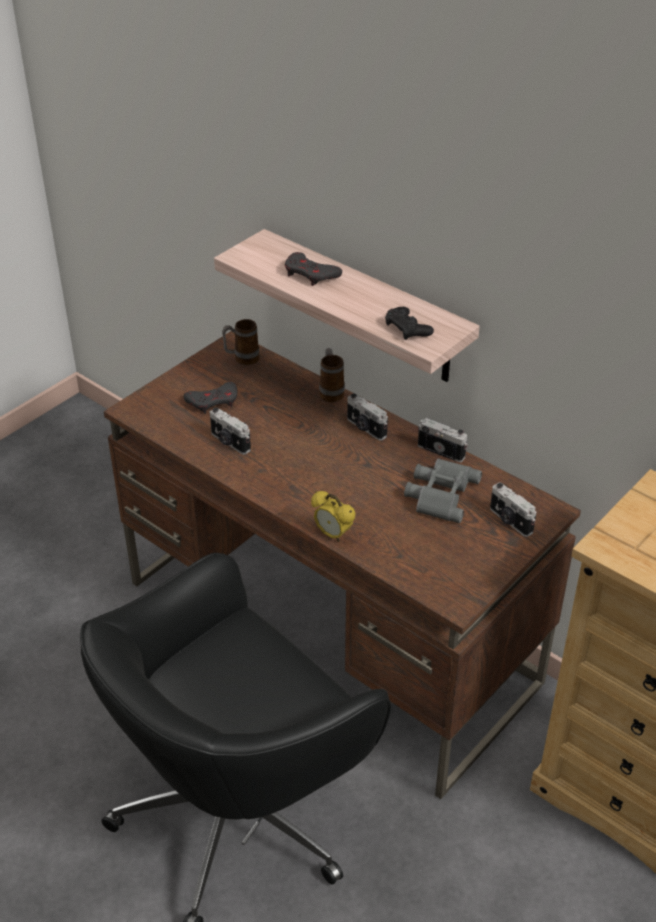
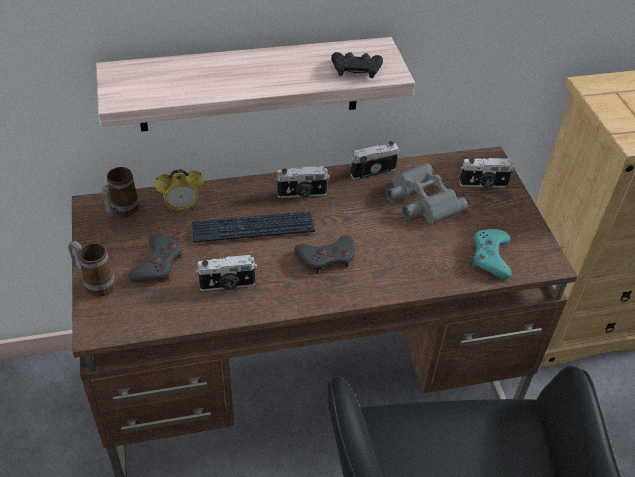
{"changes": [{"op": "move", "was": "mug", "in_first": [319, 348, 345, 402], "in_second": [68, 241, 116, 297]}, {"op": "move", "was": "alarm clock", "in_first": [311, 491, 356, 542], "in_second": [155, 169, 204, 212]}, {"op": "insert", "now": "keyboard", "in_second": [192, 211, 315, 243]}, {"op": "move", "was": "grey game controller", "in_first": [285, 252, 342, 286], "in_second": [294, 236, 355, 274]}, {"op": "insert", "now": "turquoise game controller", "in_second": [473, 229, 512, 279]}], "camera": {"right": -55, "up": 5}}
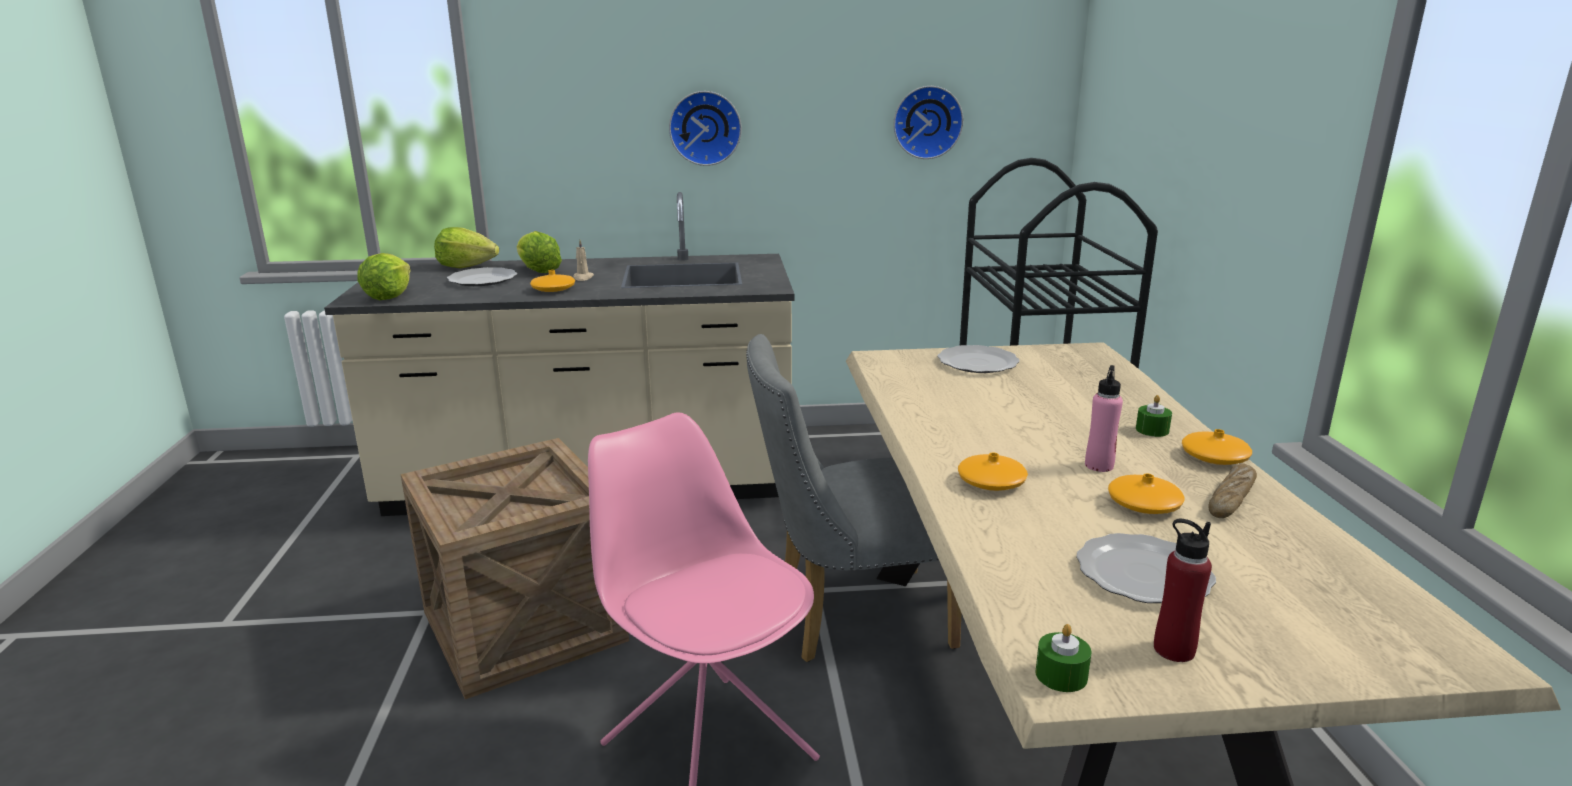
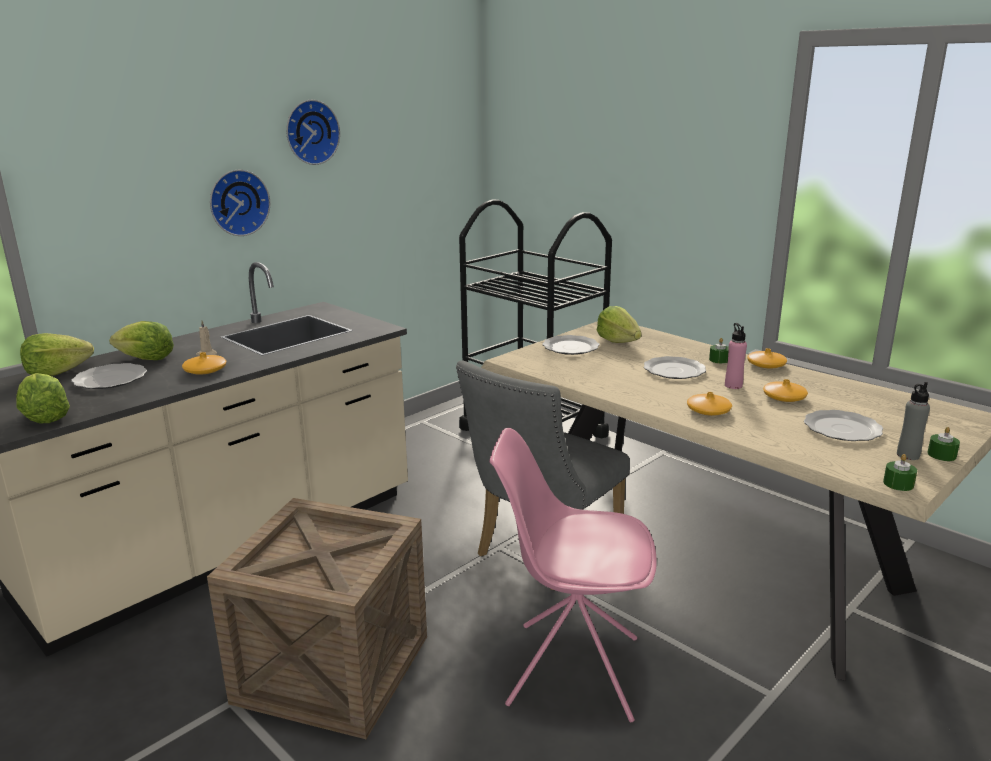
{"changes": [{"op": "move", "was": "wall clock", "in_first": [894, 86, 963, 159], "in_second": [286, 100, 340, 165]}, {"op": "insert", "now": "lettuce", "in_second": [597, 306, 642, 343]}, {"op": "insert", "now": "plate", "in_second": [644, 356, 706, 379]}, {"op": "recolor", "was": "red bottle", "now": "grey bottle", "in_first": [1154, 519, 1212, 662], "in_second": [897, 382, 930, 460]}, {"op": "insert", "now": "green candle", "in_second": [927, 427, 960, 461]}, {"op": "delete", "was": "bread", "in_first": [1208, 464, 1257, 518]}], "camera": {"right": -40, "up": 0}}
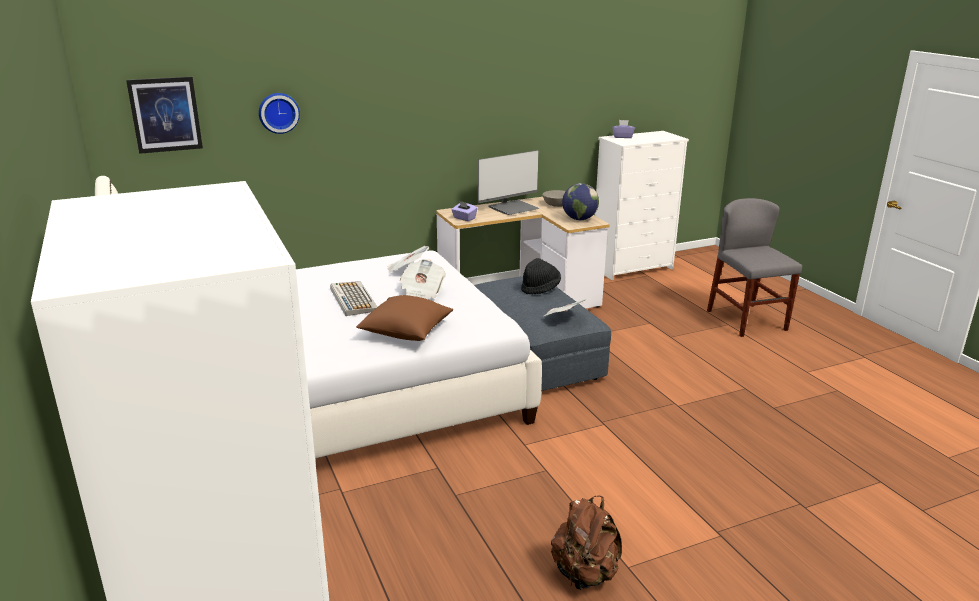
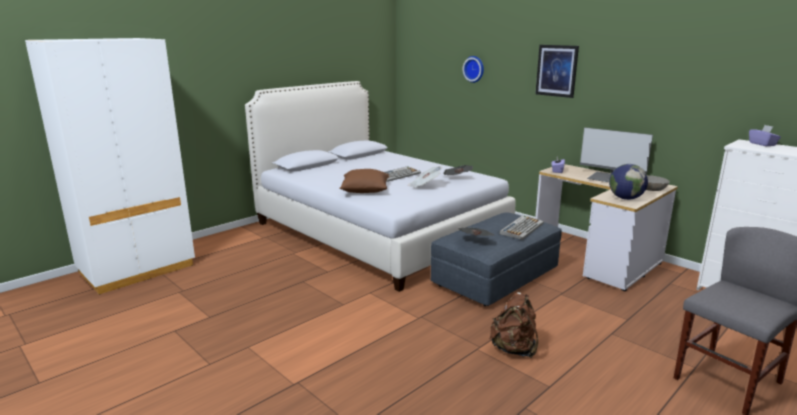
{"changes": [{"op": "move", "was": "brown backpack", "in_first": [551, 495, 622, 590], "in_second": [490, 292, 538, 358]}, {"op": "replace", "was": "black hat", "now": "keyboard", "in_first": [521, 258, 561, 294], "in_second": [499, 215, 544, 240]}, {"op": "move", "was": "picture", "in_first": [126, 77, 203, 154], "in_second": [535, 45, 579, 98]}], "camera": {"right": 70, "up": -5}}
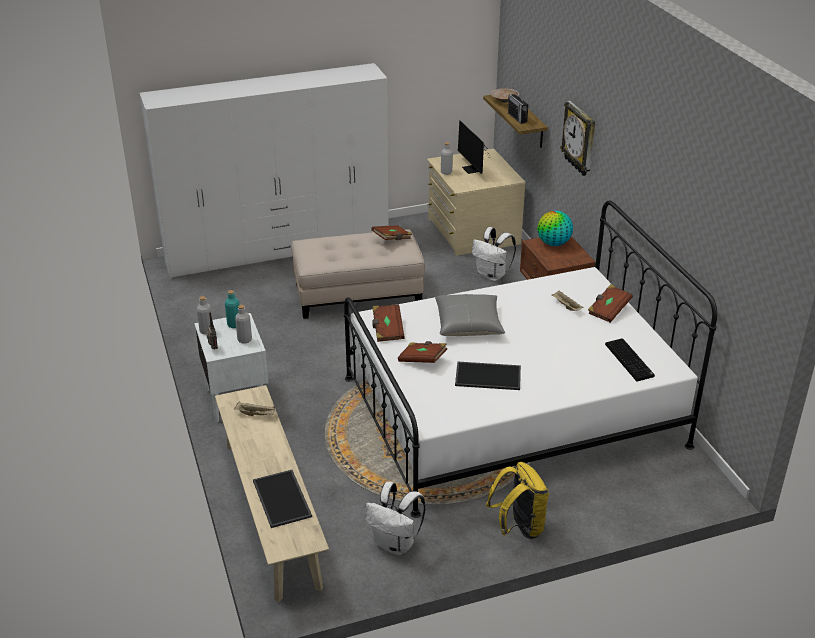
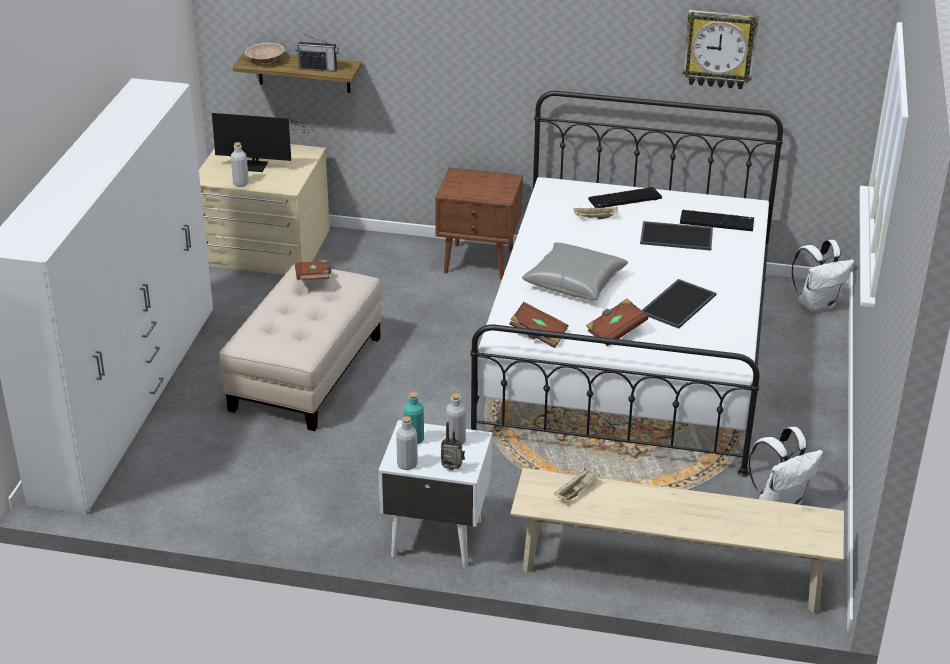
{"changes": [{"op": "replace", "was": "brown book", "now": "keyboard", "in_first": [588, 284, 633, 323], "in_second": [588, 187, 662, 208]}, {"op": "move", "was": "tray", "in_first": [253, 470, 312, 528], "in_second": [640, 221, 713, 251]}, {"op": "move", "was": "wall clock", "in_first": [561, 101, 595, 176], "in_second": [683, 10, 759, 89]}, {"op": "move", "was": "white backpack", "in_first": [472, 227, 516, 281], "in_second": [792, 240, 854, 312]}, {"op": "delete", "was": "yellow backpack", "in_first": [486, 462, 549, 539]}, {"op": "delete", "was": "globe", "in_first": [537, 210, 573, 246]}], "camera": {"right": -60, "up": 0}}
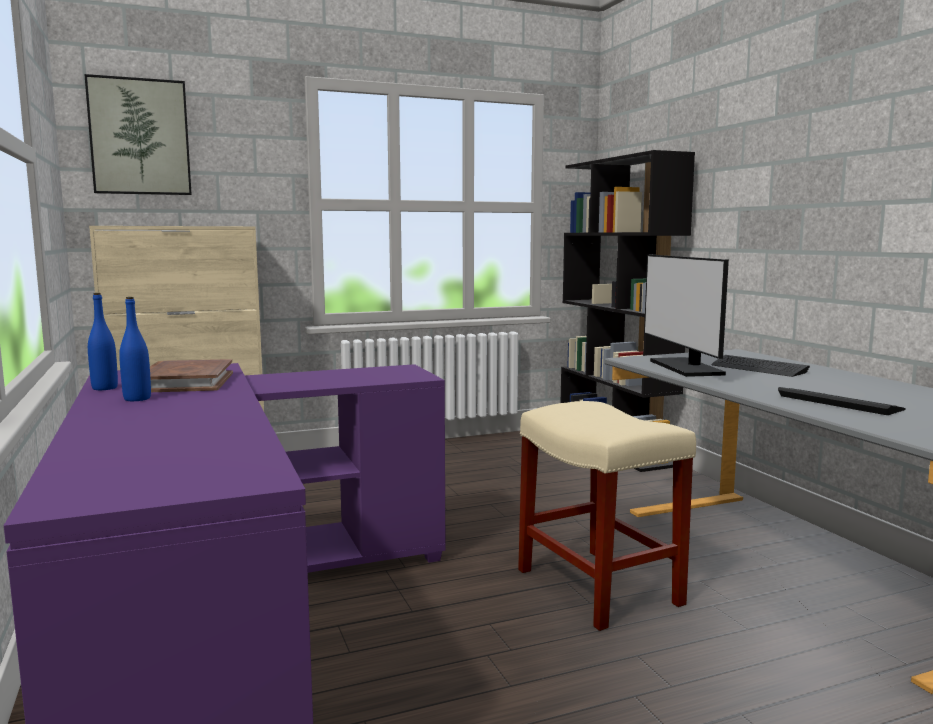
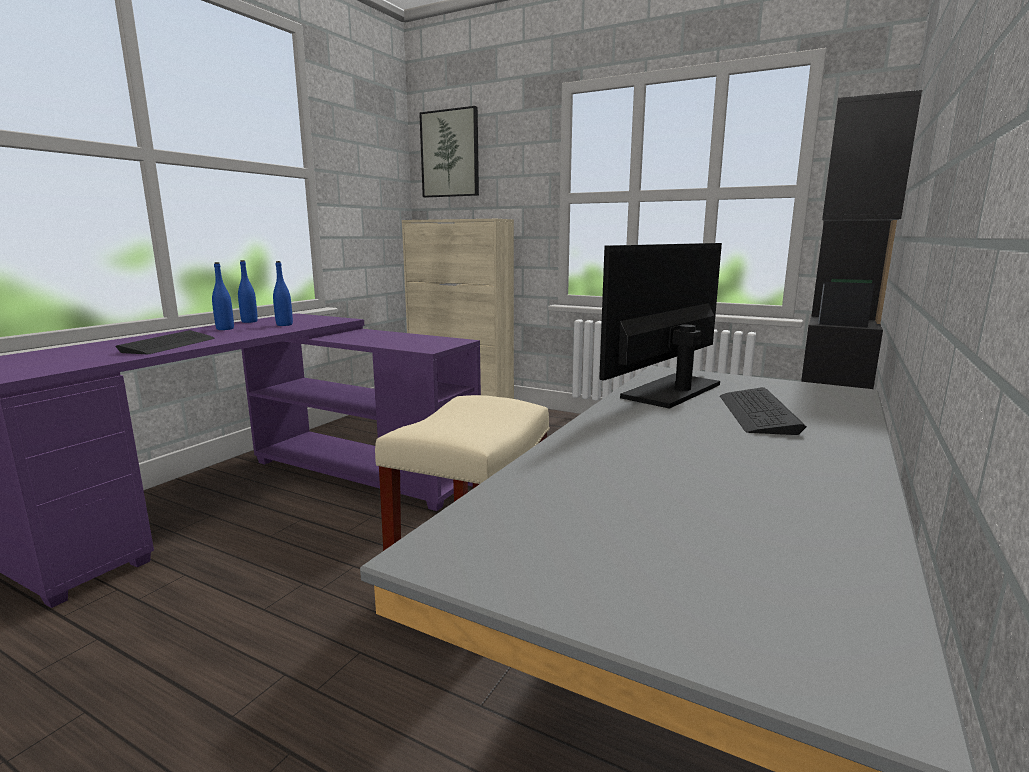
{"changes": [{"op": "move", "was": "keyboard", "in_first": [778, 387, 906, 415], "in_second": [115, 330, 215, 354]}, {"op": "replace", "was": "brown book", "now": "blue bottle", "in_first": [150, 359, 233, 392], "in_second": [273, 261, 293, 326]}], "camera": {"right": 50, "up": 5}}
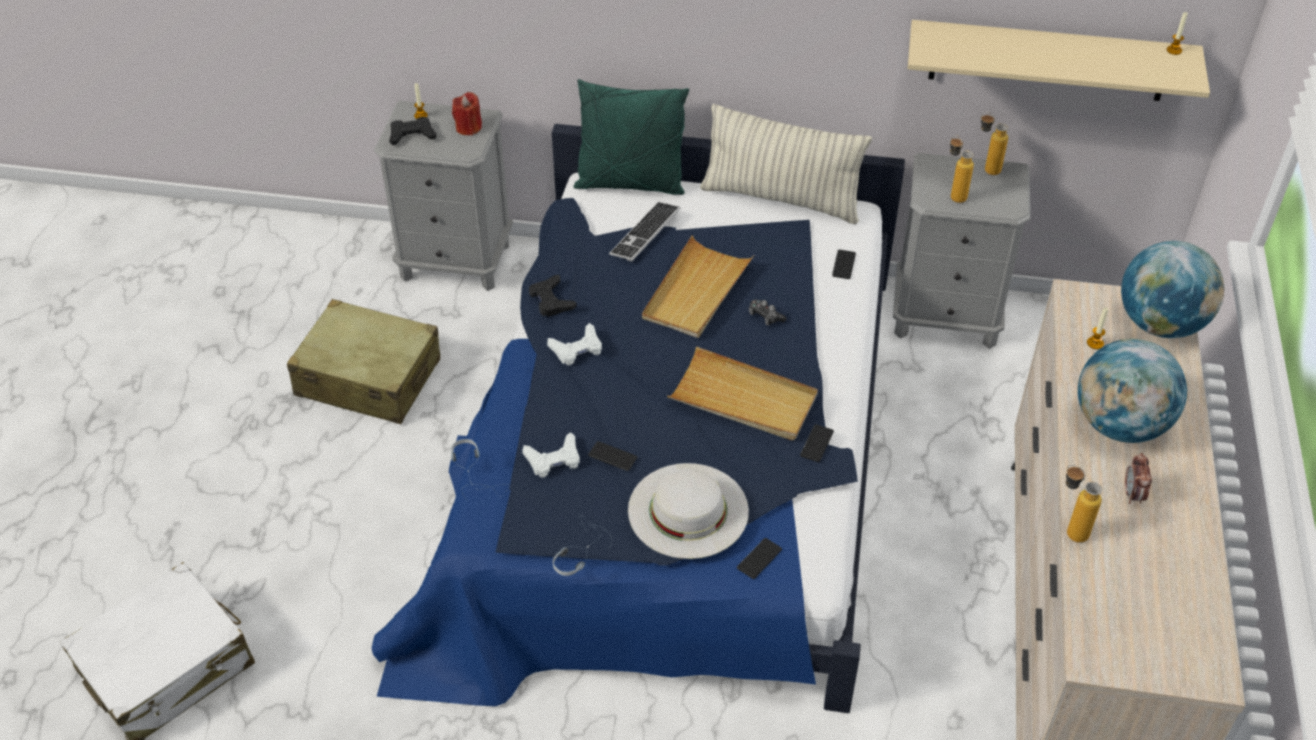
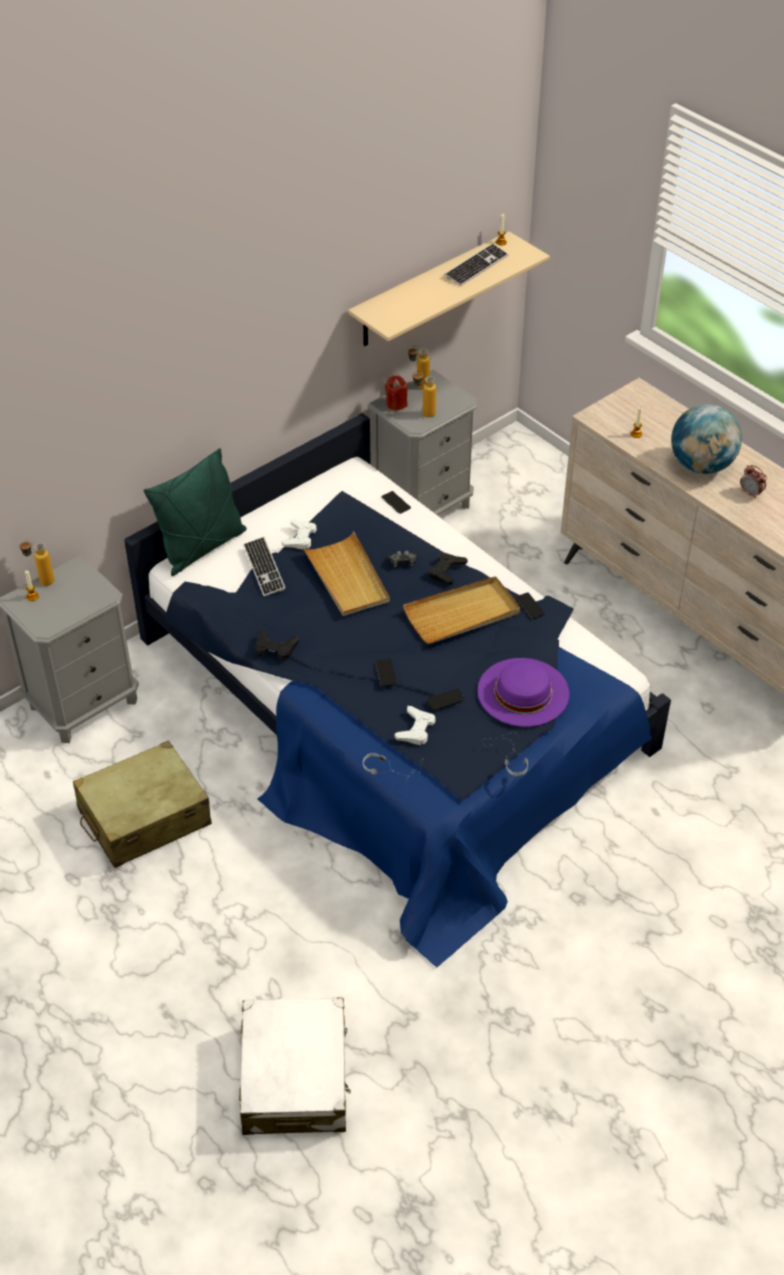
{"changes": [{"op": "move", "was": "bottle", "in_first": [1066, 465, 1103, 543], "in_second": [19, 540, 54, 586]}, {"op": "move", "was": "white game controller", "in_first": [547, 323, 602, 366], "in_second": [282, 518, 317, 549]}, {"op": "move", "was": "phone", "in_first": [737, 538, 782, 579], "in_second": [375, 658, 397, 687]}, {"op": "move", "was": "red candle", "in_first": [452, 92, 482, 136], "in_second": [385, 375, 407, 410]}, {"op": "move", "was": "black game controller", "in_first": [389, 117, 437, 145], "in_second": [429, 552, 468, 585]}, {"op": "insert", "now": "keyboard", "in_second": [444, 243, 509, 286]}, {"op": "recolor", "was": "white hat", "now": "purple hat", "in_first": [628, 463, 749, 559], "in_second": [477, 658, 569, 727]}, {"op": "delete", "was": "pillow", "in_first": [700, 104, 872, 224]}, {"op": "delete", "was": "globe", "in_first": [1121, 241, 1224, 338]}], "camera": {"right": -50, "up": 0}}
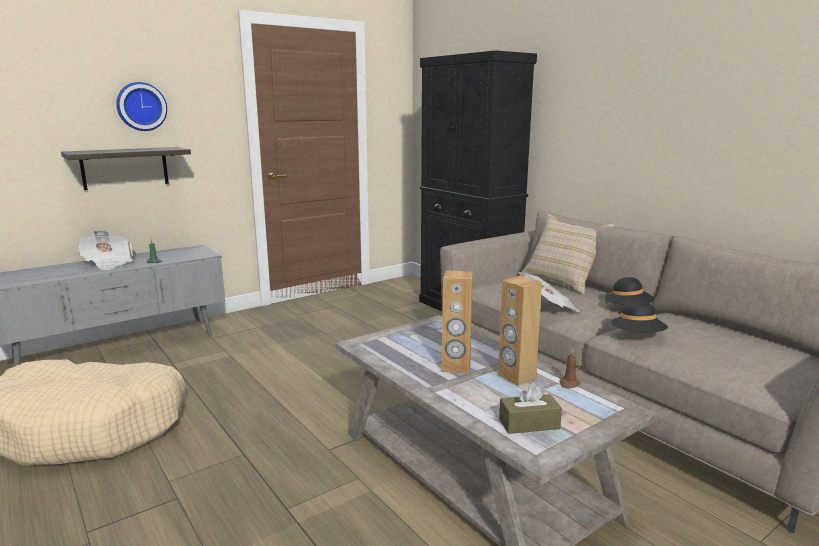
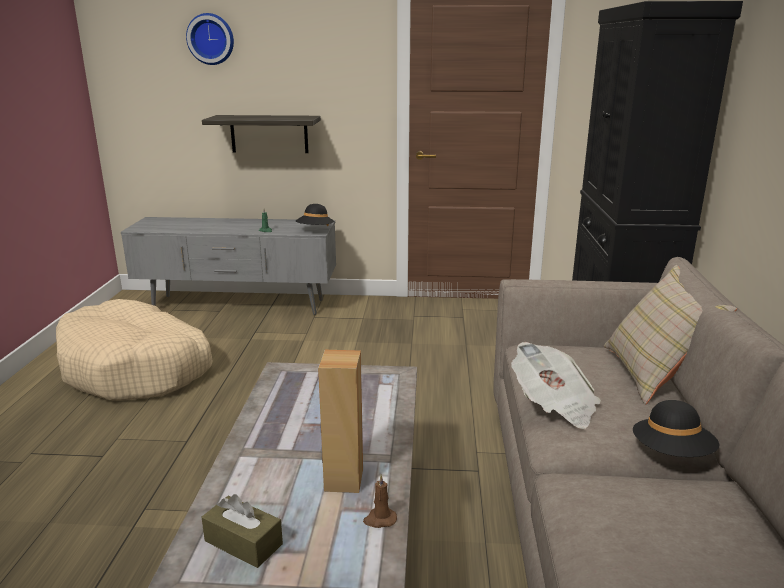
{"changes": [{"op": "move", "was": "wall clock", "in_first": [116, 82, 167, 131], "in_second": [186, 13, 234, 65]}, {"op": "move", "was": "black hat", "in_first": [611, 301, 668, 332], "in_second": [296, 204, 334, 226]}, {"op": "delete", "was": "newspaper", "in_first": [78, 230, 133, 270]}, {"op": "delete", "was": "brown speaker", "in_first": [441, 270, 473, 374]}], "camera": {"right": 40, "up": 5}}
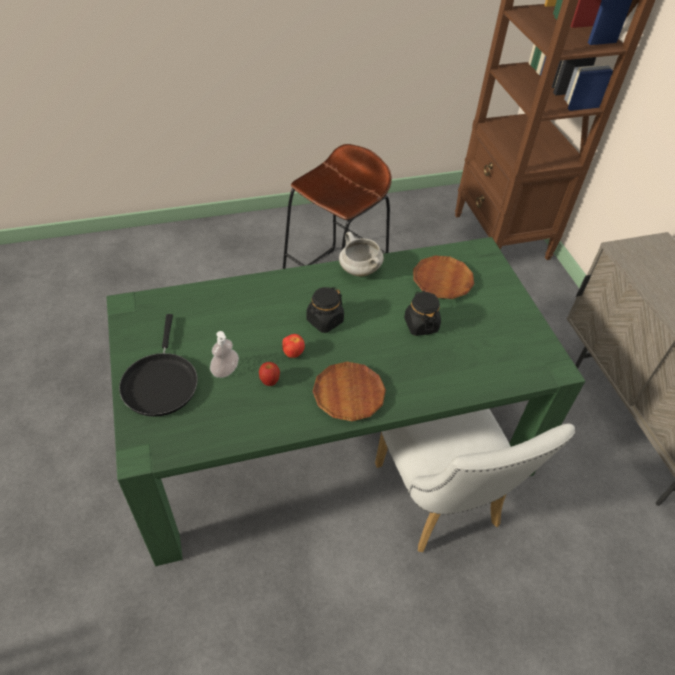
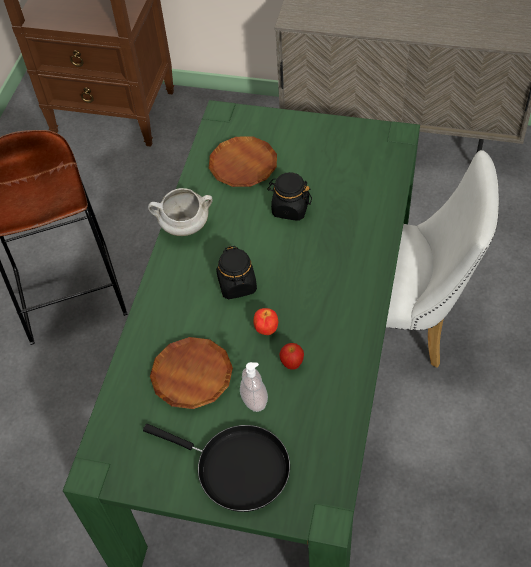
{"changes": [{"op": "move", "was": "brown plate", "in_first": [313, 362, 386, 421], "in_second": [150, 337, 233, 409]}], "camera": {"right": -55, "up": 5}}
